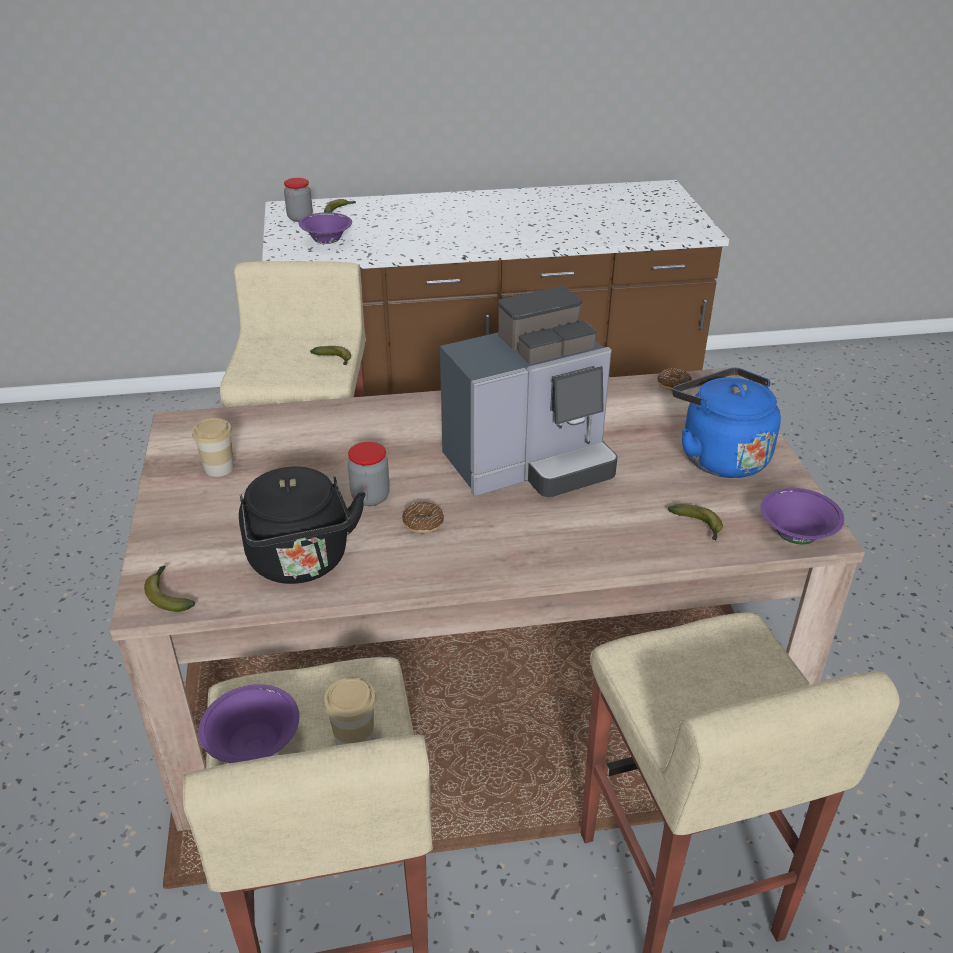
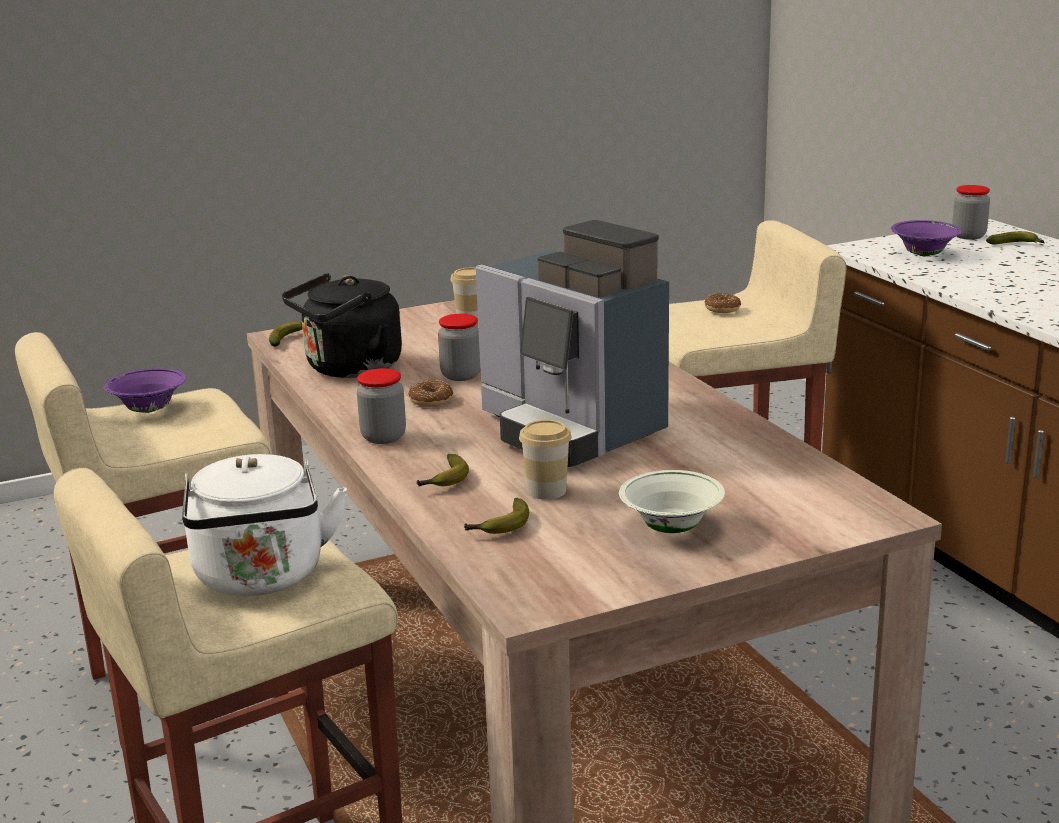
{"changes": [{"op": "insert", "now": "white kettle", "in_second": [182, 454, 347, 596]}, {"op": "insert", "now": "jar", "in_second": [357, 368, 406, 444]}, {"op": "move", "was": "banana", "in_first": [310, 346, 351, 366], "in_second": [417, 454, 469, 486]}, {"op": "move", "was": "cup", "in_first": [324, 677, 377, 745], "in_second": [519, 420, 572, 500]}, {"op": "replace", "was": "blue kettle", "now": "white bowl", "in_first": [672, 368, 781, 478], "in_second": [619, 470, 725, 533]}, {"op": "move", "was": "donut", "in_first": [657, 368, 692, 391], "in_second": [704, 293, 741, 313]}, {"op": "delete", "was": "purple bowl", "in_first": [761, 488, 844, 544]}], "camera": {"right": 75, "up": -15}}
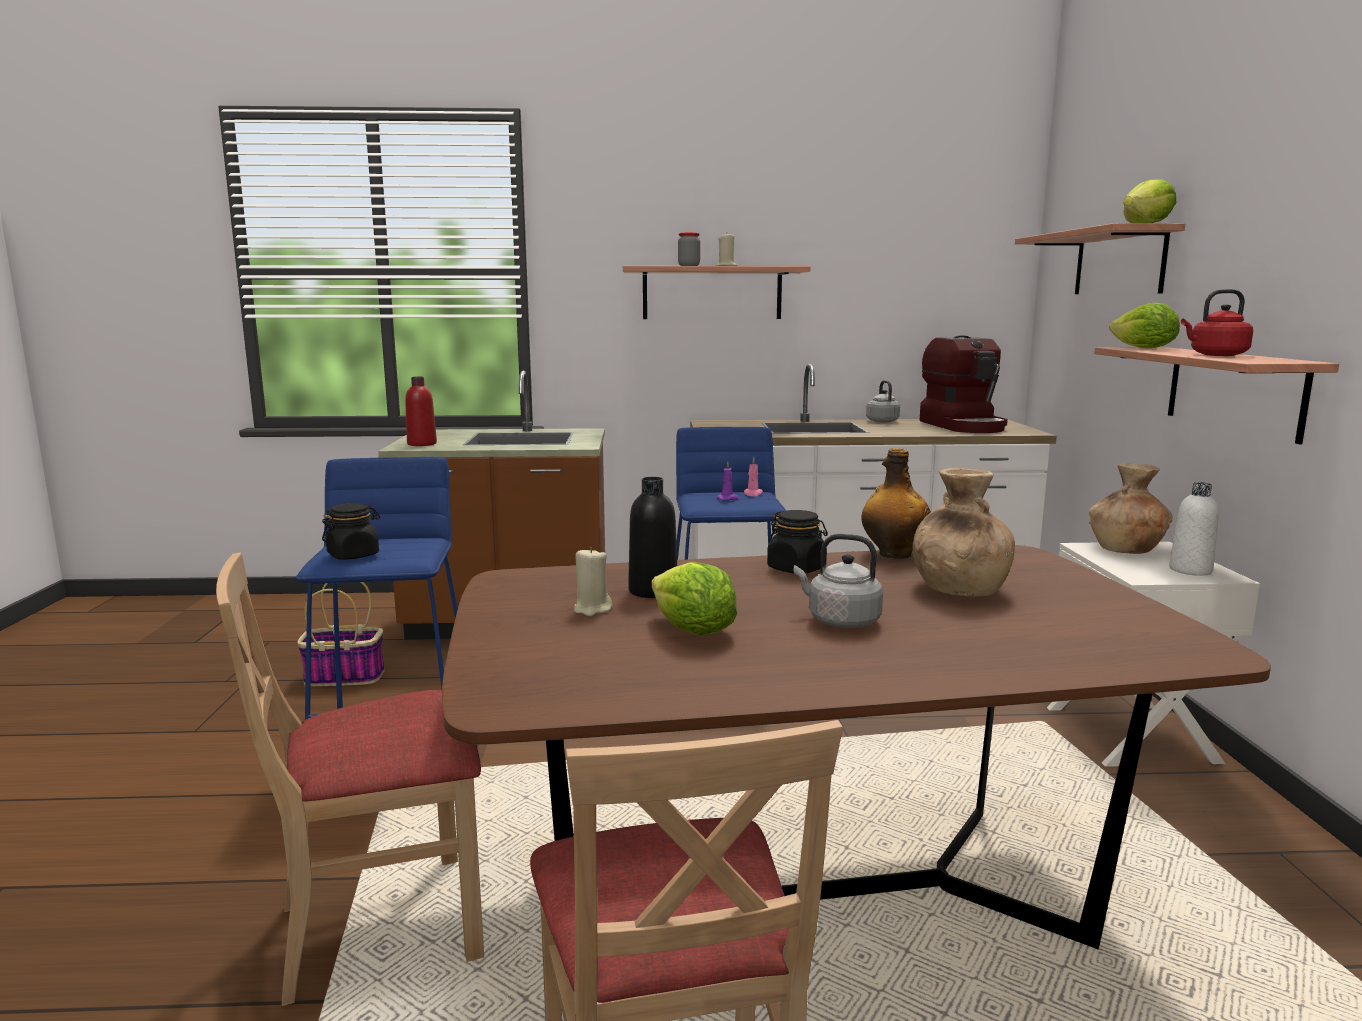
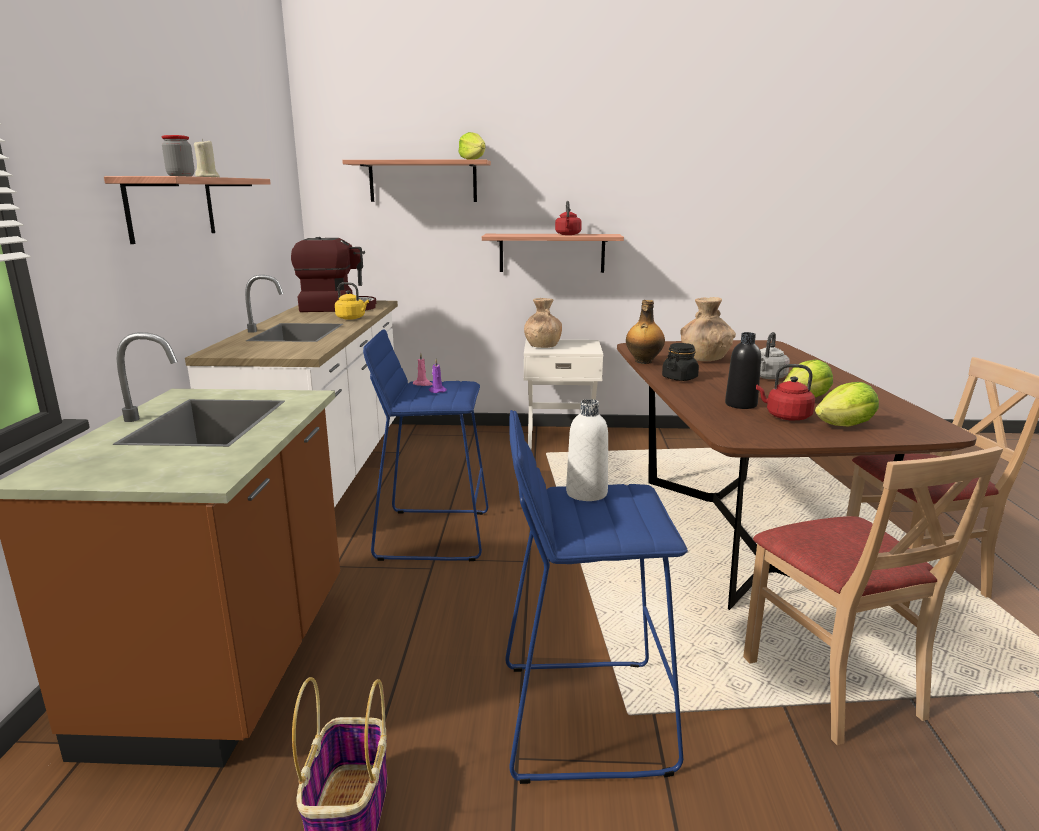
{"changes": [{"op": "insert", "now": "yellow kettle", "in_second": [335, 282, 369, 320]}, {"op": "move", "was": "white bottle", "in_first": [1169, 482, 1219, 576], "in_second": [566, 399, 608, 501]}, {"op": "replace", "was": "beige candle", "now": "red kettle", "in_first": [574, 547, 612, 616], "in_second": [756, 364, 815, 421]}, {"op": "move", "was": "lettuce", "in_first": [1109, 302, 1180, 348], "in_second": [815, 382, 879, 427]}, {"op": "delete", "was": "black jar", "in_first": [322, 503, 380, 560]}, {"op": "delete", "was": "red bottle", "in_first": [405, 377, 437, 446]}, {"op": "delete", "was": "grey kettle", "in_first": [866, 380, 900, 423]}], "camera": {"right": -85, "up": 5}}
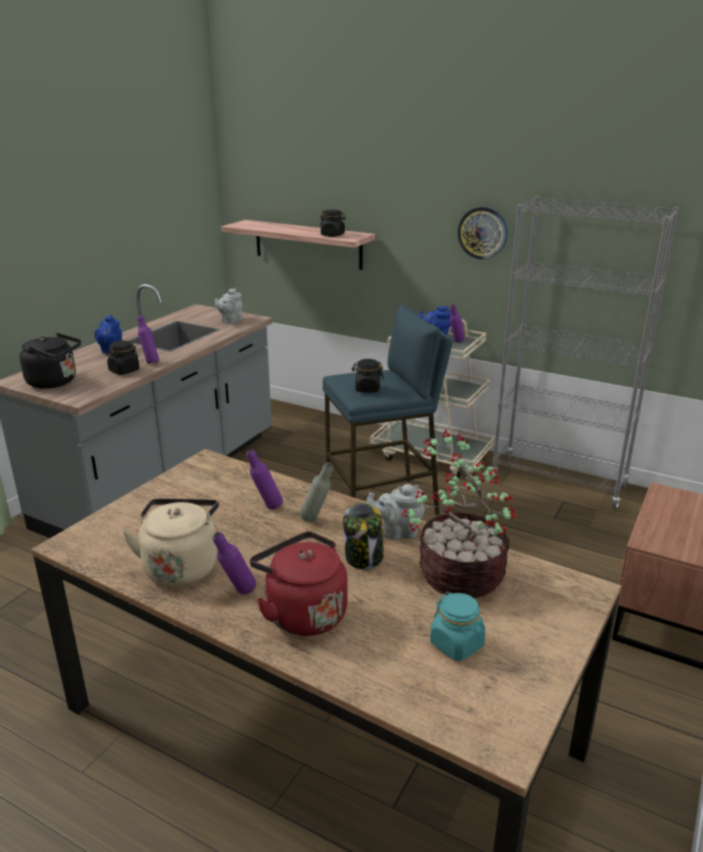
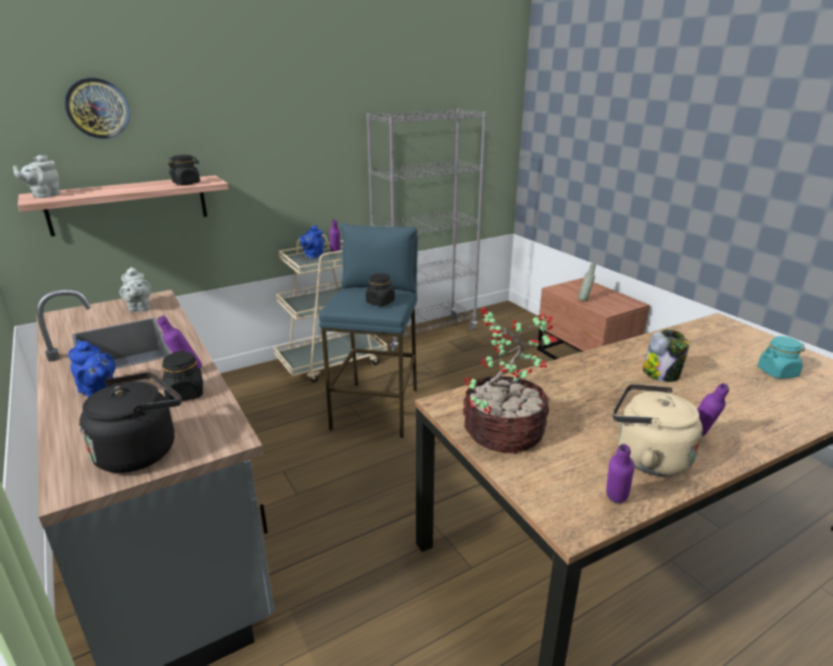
{"changes": [{"op": "move", "was": "grey teapot", "in_first": [366, 484, 425, 540], "in_second": [13, 155, 60, 198]}, {"op": "move", "was": "wall clock", "in_first": [458, 207, 508, 260], "in_second": [65, 78, 130, 139]}, {"op": "move", "was": "potted plant", "in_first": [401, 430, 516, 598], "in_second": [463, 307, 557, 453]}, {"op": "move", "was": "grey bottle", "in_first": [300, 462, 333, 522], "in_second": [578, 263, 596, 301]}, {"op": "move", "was": "purple bottle", "in_first": [246, 449, 283, 510], "in_second": [606, 444, 634, 503]}, {"op": "delete", "was": "red kettle", "in_first": [250, 531, 348, 636]}], "camera": {"right": -60, "up": 0}}
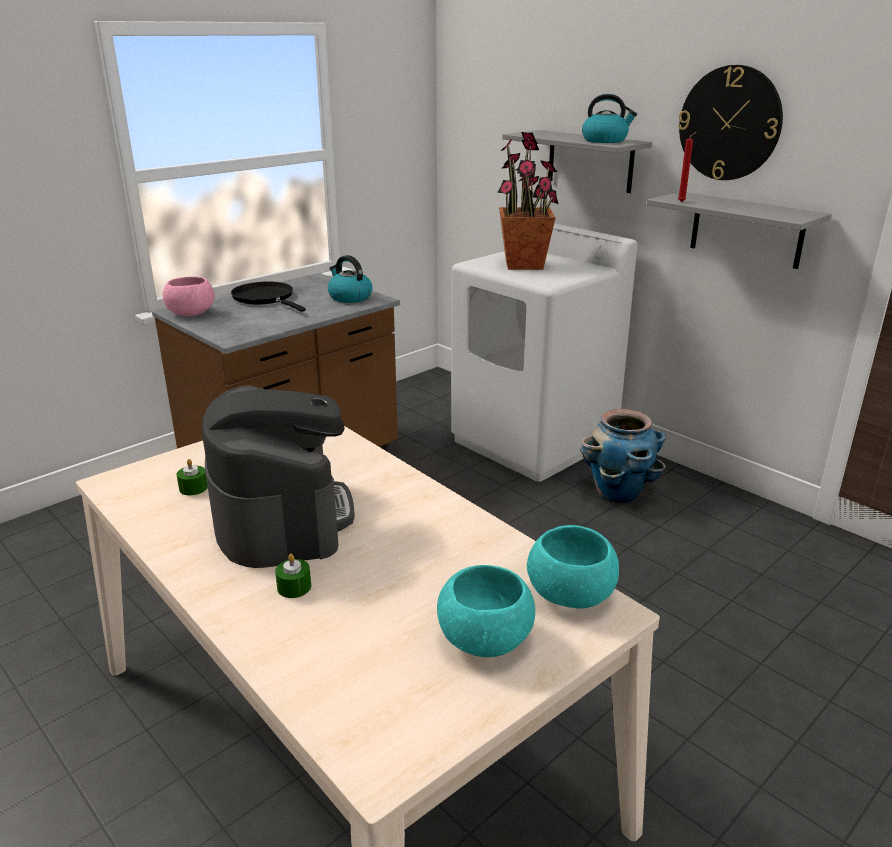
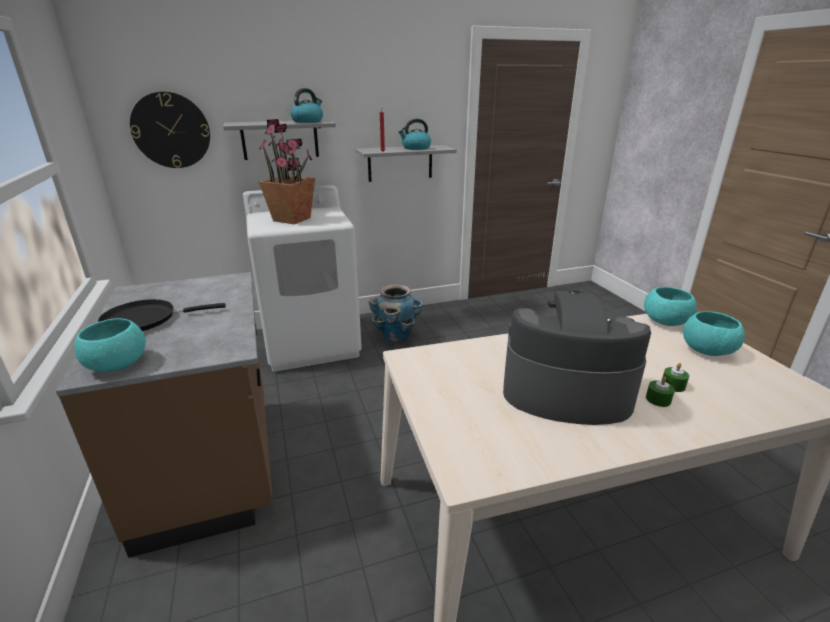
{"changes": [{"op": "recolor", "was": "pink bowl", "now": "turquoise bowl", "in_first": [163, 276, 215, 316], "in_second": [74, 318, 146, 372]}, {"op": "move", "was": "wall clock", "in_first": [678, 65, 783, 180], "in_second": [130, 92, 210, 168]}, {"op": "move", "was": "kettle", "in_first": [328, 255, 372, 303], "in_second": [398, 119, 431, 150]}, {"op": "move", "was": "green candle", "in_first": [177, 459, 208, 495], "in_second": [663, 363, 689, 392]}], "camera": {"right": -65, "up": 0}}
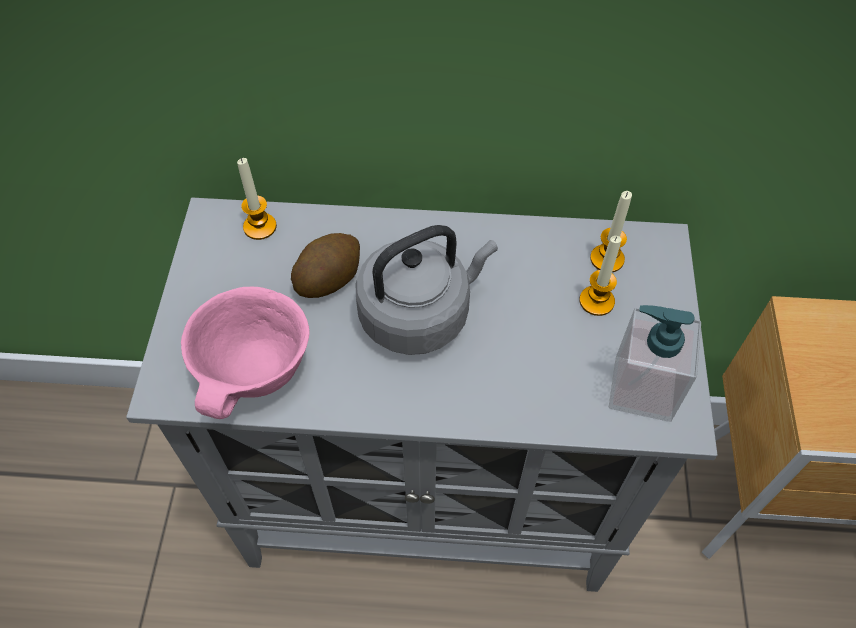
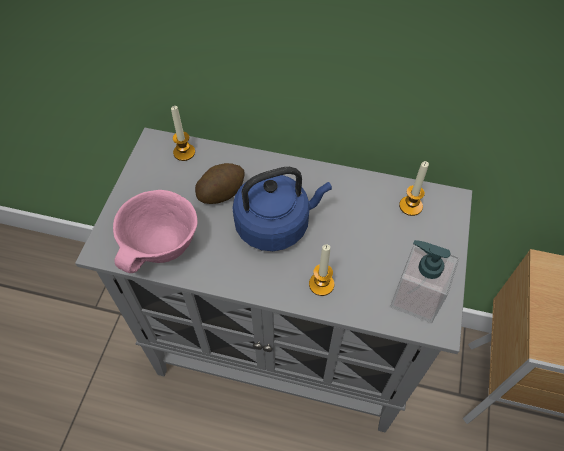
{"changes": [{"op": "recolor", "was": "grey kettle", "now": "blue kettle", "in_first": [356, 225, 498, 355], "in_second": [232, 167, 332, 251]}, {"op": "move", "was": "candle", "in_first": [579, 236, 622, 316], "in_second": [309, 245, 334, 296]}], "camera": {"right": 10, "up": 0}}
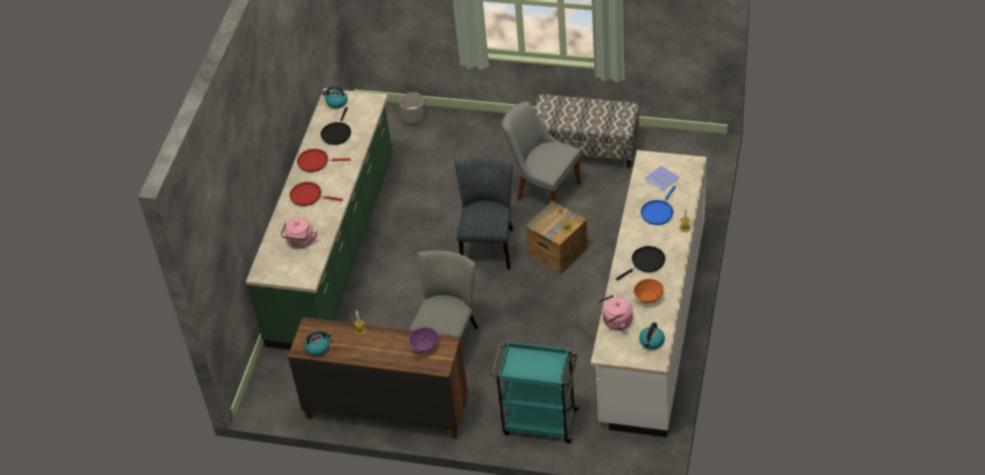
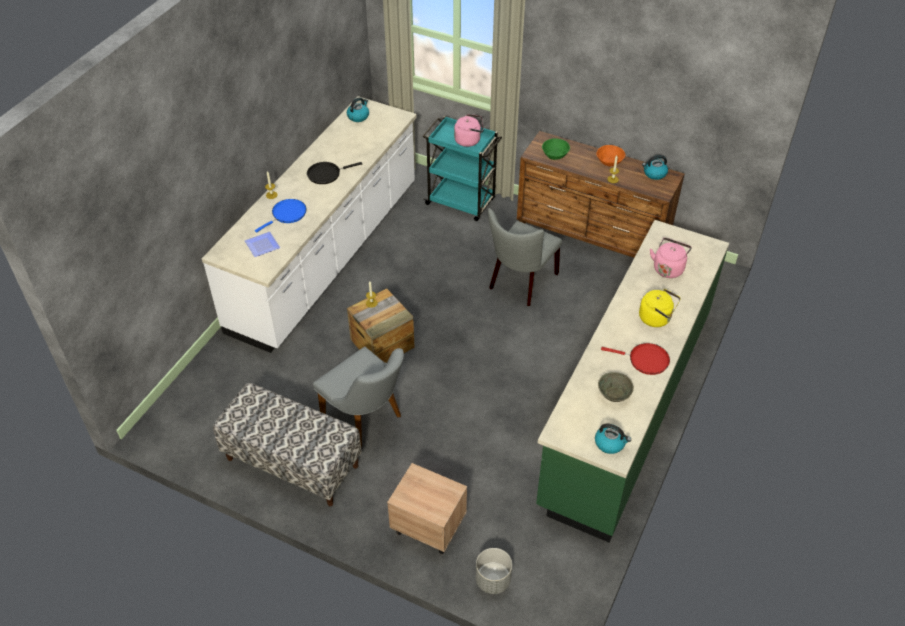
{"changes": [{"op": "insert", "now": "beige nightstand", "in_second": [387, 463, 467, 554]}, {"op": "move", "was": "pink kettle", "in_first": [598, 295, 633, 330], "in_second": [454, 114, 483, 147]}, {"op": "recolor", "was": "purple bowl", "now": "green bowl", "in_first": [409, 327, 439, 352], "in_second": [542, 138, 570, 160]}, {"op": "move", "was": "orange bowl", "in_first": [634, 279, 664, 303], "in_second": [596, 145, 625, 166]}, {"op": "replace", "was": "black frying pan", "now": "grey bowl", "in_first": [321, 107, 351, 145], "in_second": [598, 372, 634, 402]}, {"op": "replace", "was": "red frying pan", "now": "yellow kettle", "in_first": [290, 182, 343, 206], "in_second": [639, 289, 681, 327]}, {"op": "delete", "was": "grey chair", "in_first": [455, 157, 513, 269]}], "camera": {"right": -170, "up": 0}}
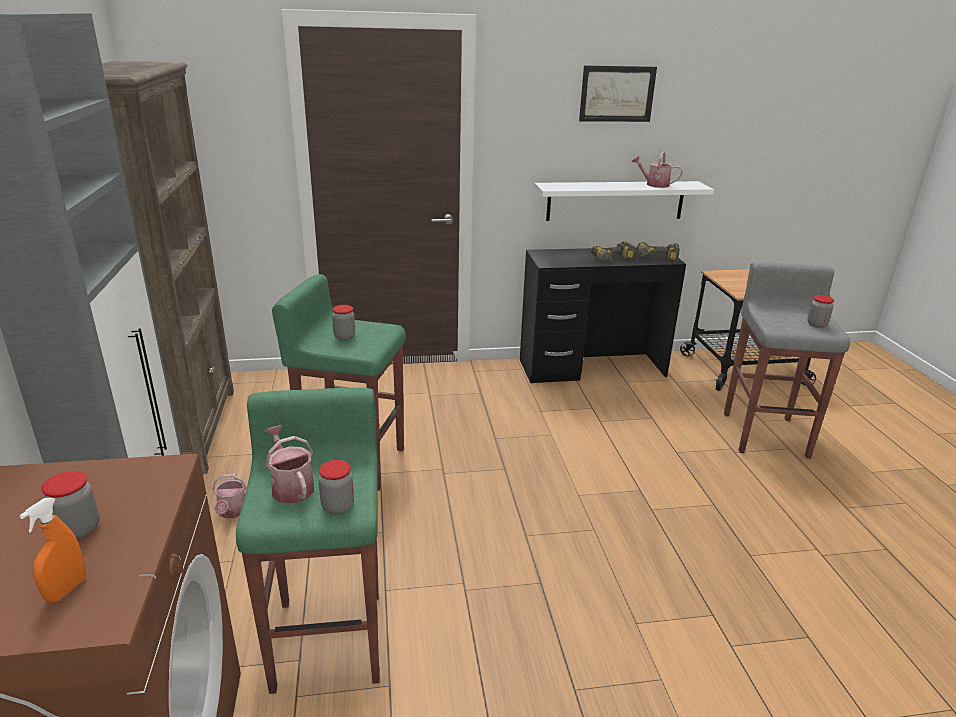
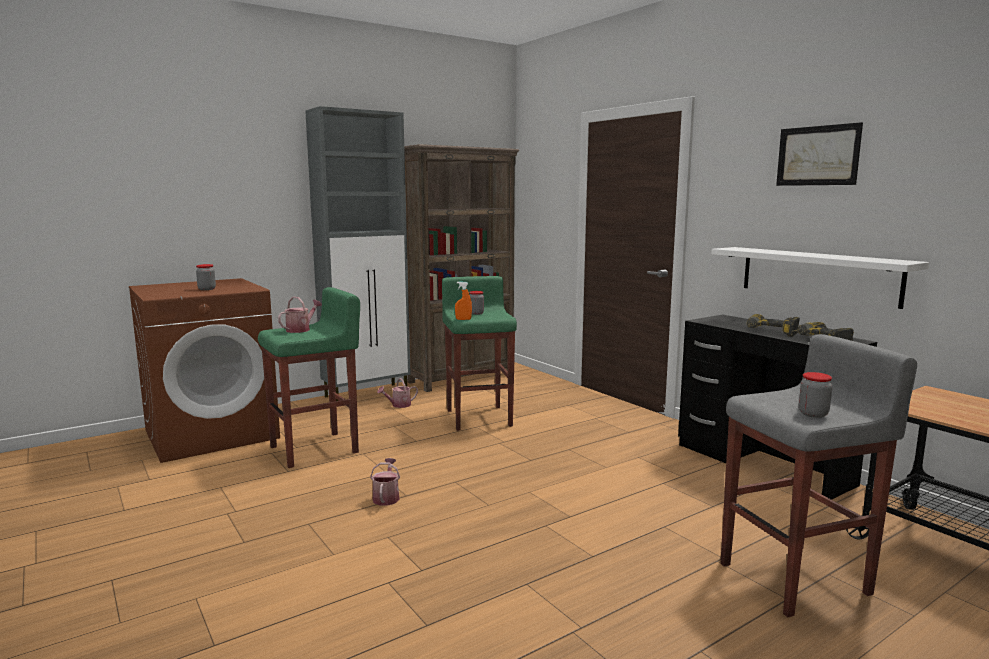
{"changes": [{"op": "move", "was": "watering can", "in_first": [631, 151, 683, 188], "in_second": [370, 458, 400, 506]}, {"op": "move", "was": "orange spray bottle", "in_first": [20, 498, 86, 603], "in_second": [455, 282, 472, 320]}, {"op": "delete", "was": "jar", "in_first": [318, 460, 354, 515]}], "camera": {"right": 65, "up": -15}}
